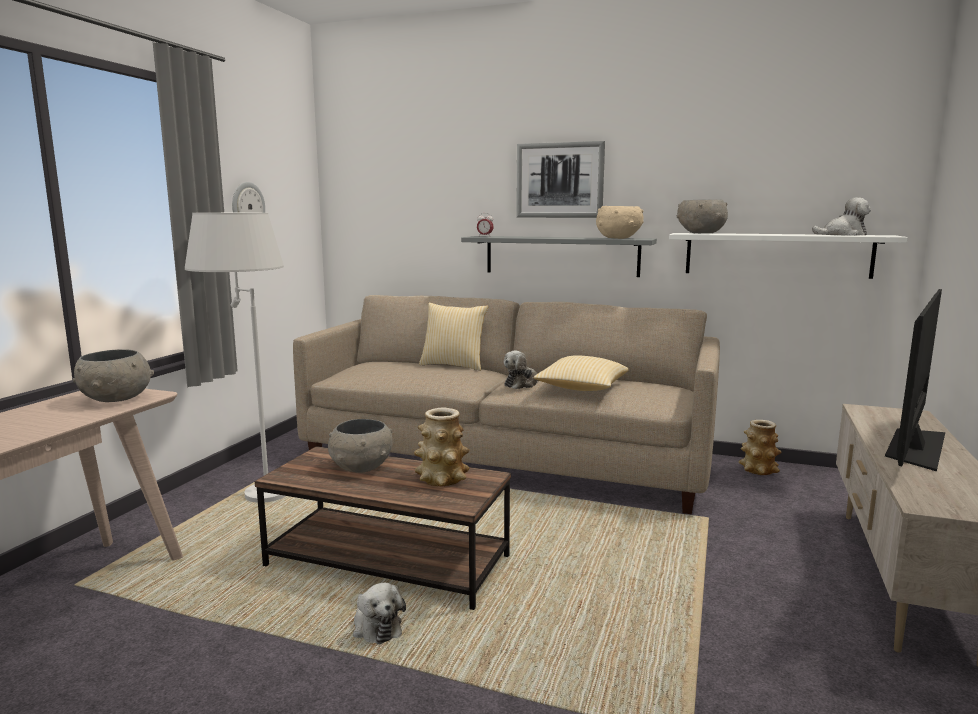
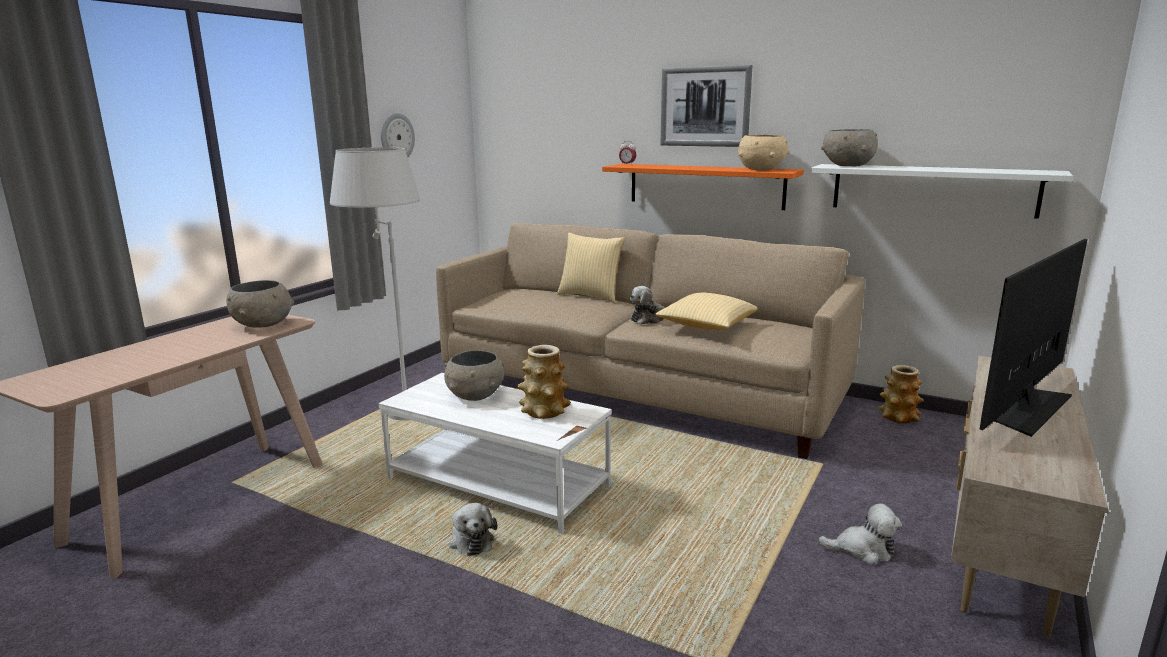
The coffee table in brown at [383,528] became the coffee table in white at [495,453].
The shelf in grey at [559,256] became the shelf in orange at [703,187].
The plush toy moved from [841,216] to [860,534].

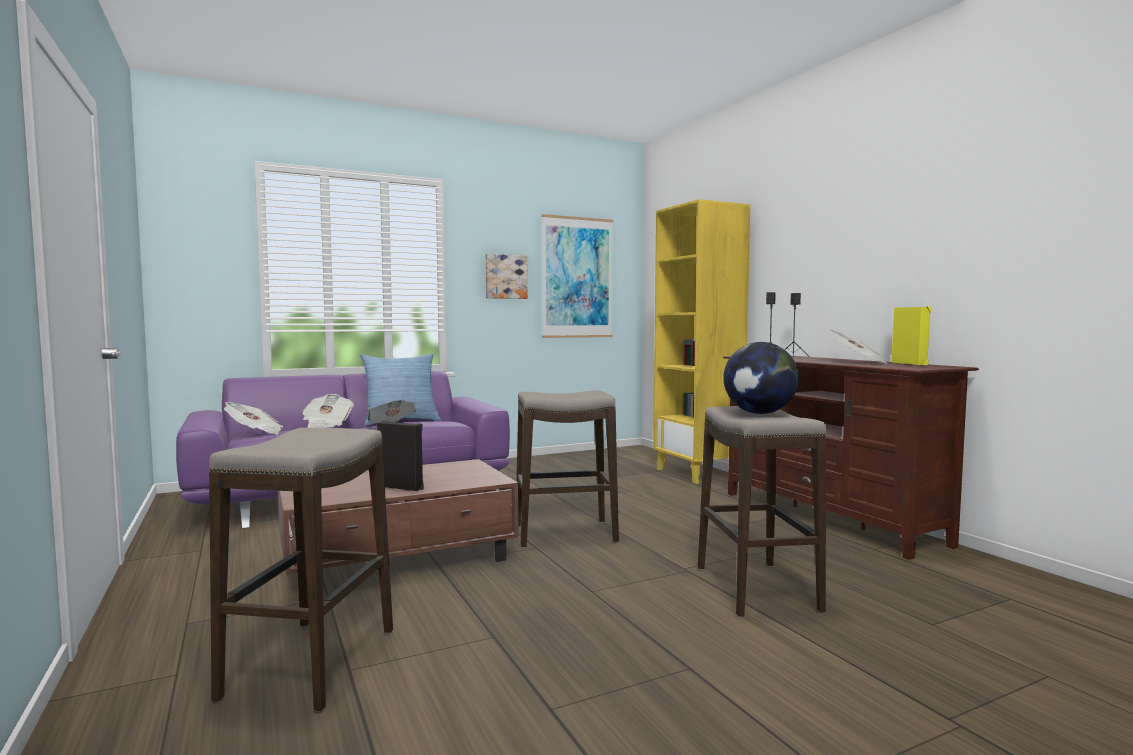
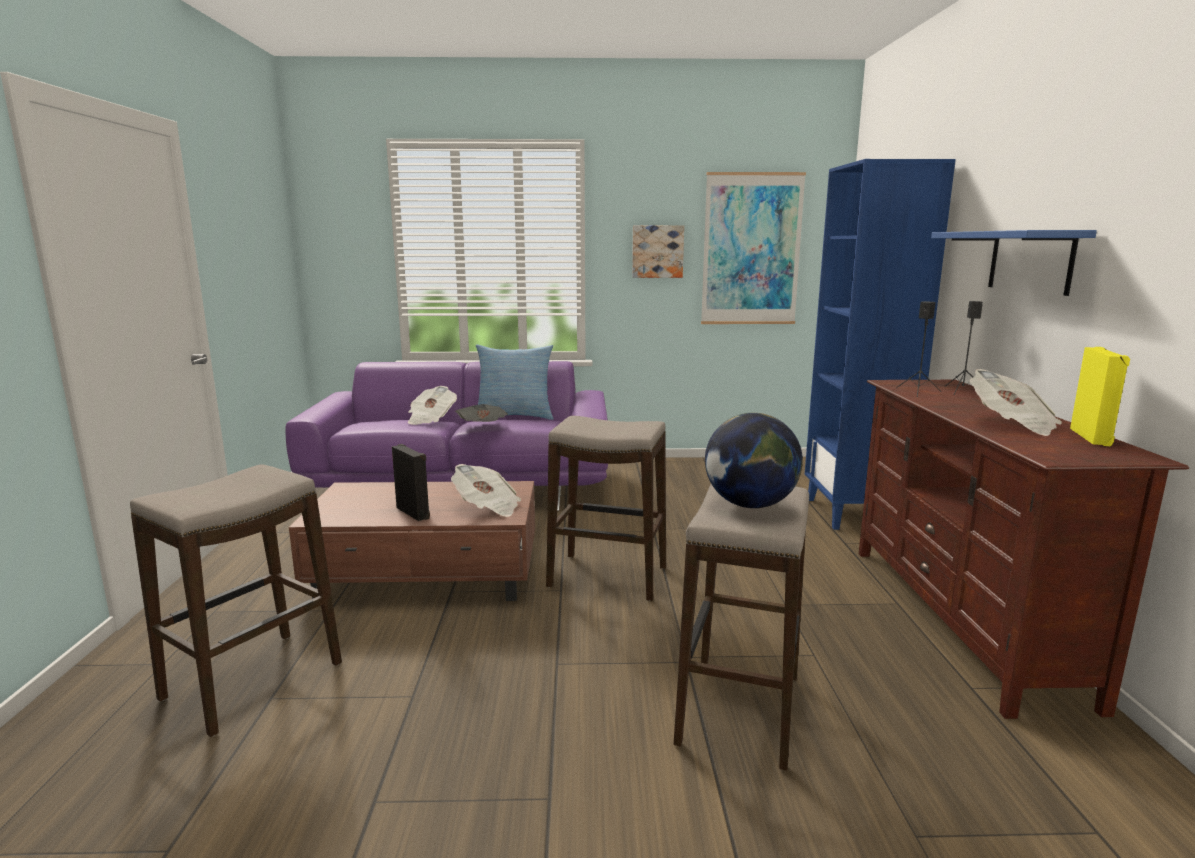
The newspaper moved from [253,418] to [486,490].
The bookcase in yellow at [701,341] became the bookcase in blue at [880,344].
The shelf in blue at [1014,263] appeared.

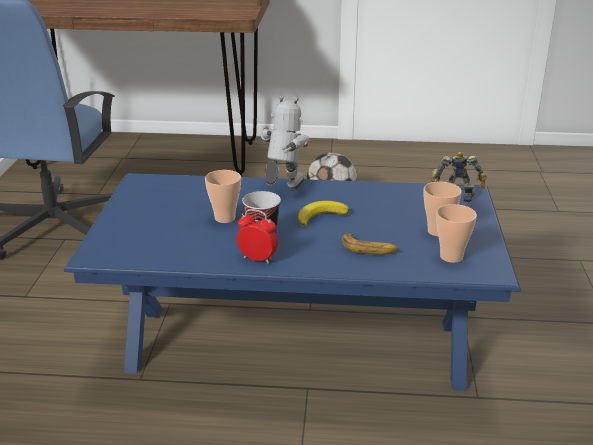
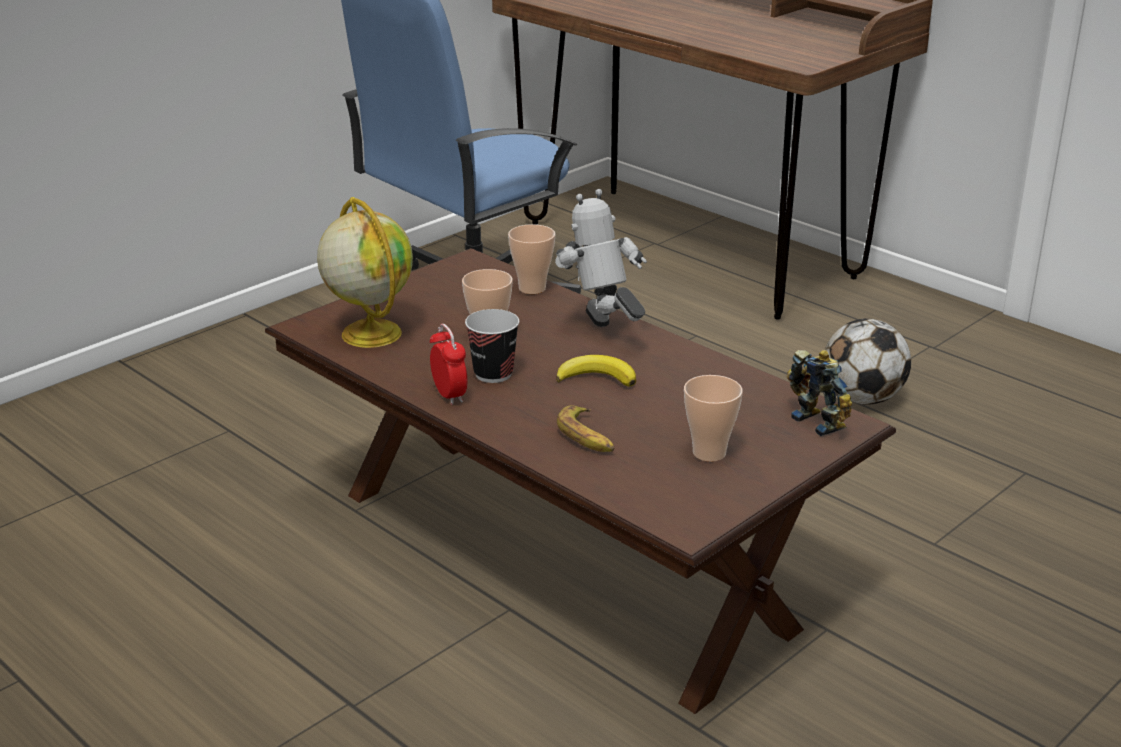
The coffee table in blue at [292,282] became the coffee table in brown at [580,481].
The globe at [365,272] appeared.
The cup moved from [456,233] to [532,259].
The toy robot at [285,142] turned 90 degrees counterclockwise.

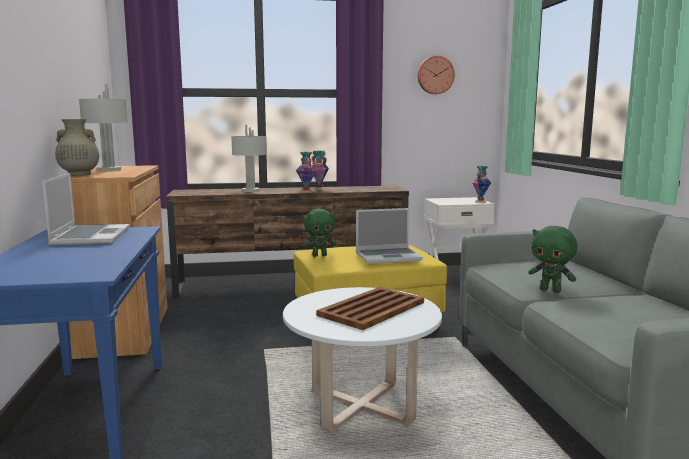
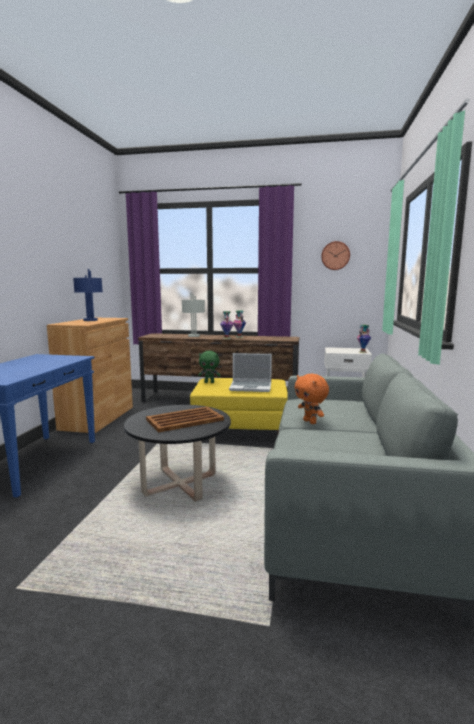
The table lamp in grey at [104,127] became the table lamp in blue at [88,295].
The coffee table in white at [362,360] became the coffee table in black at [177,453].
The plush toy in green at [552,259] became the plush toy in orange at [311,399].
The laptop at [86,209] disappeared.
The vase in beige at [77,147] disappeared.

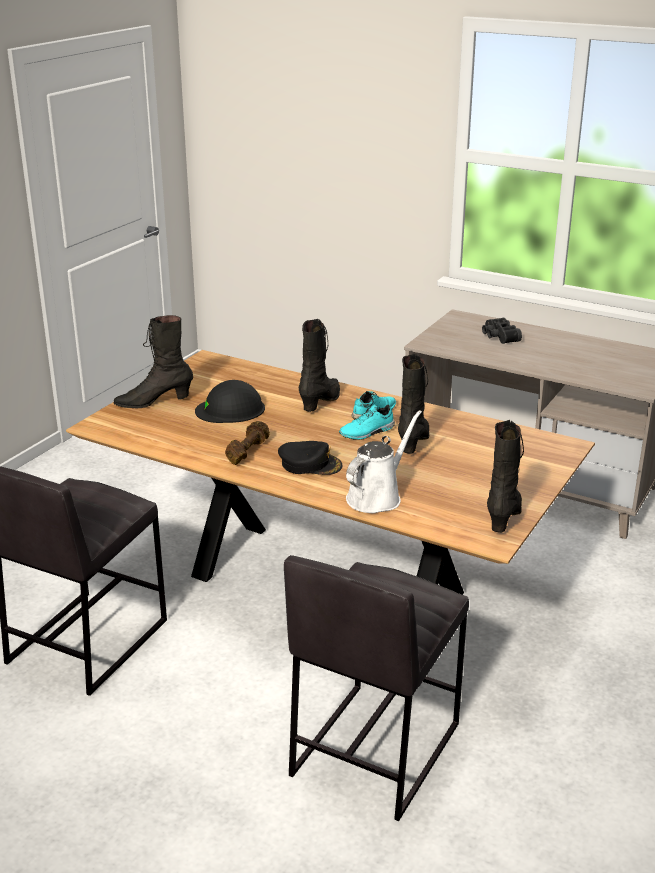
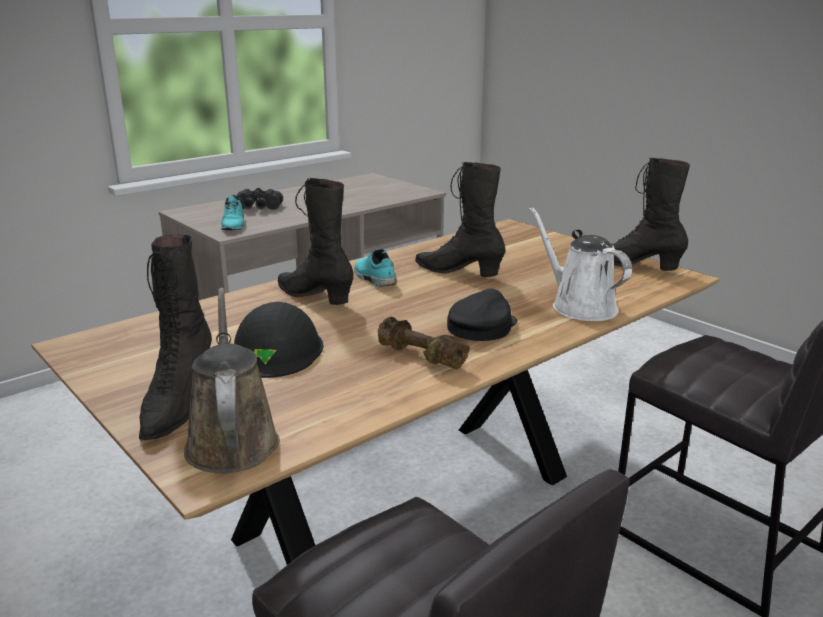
The watering can in brown at [232,380] appeared.
The shoe in turquoise moved from [367,422] to [232,212].

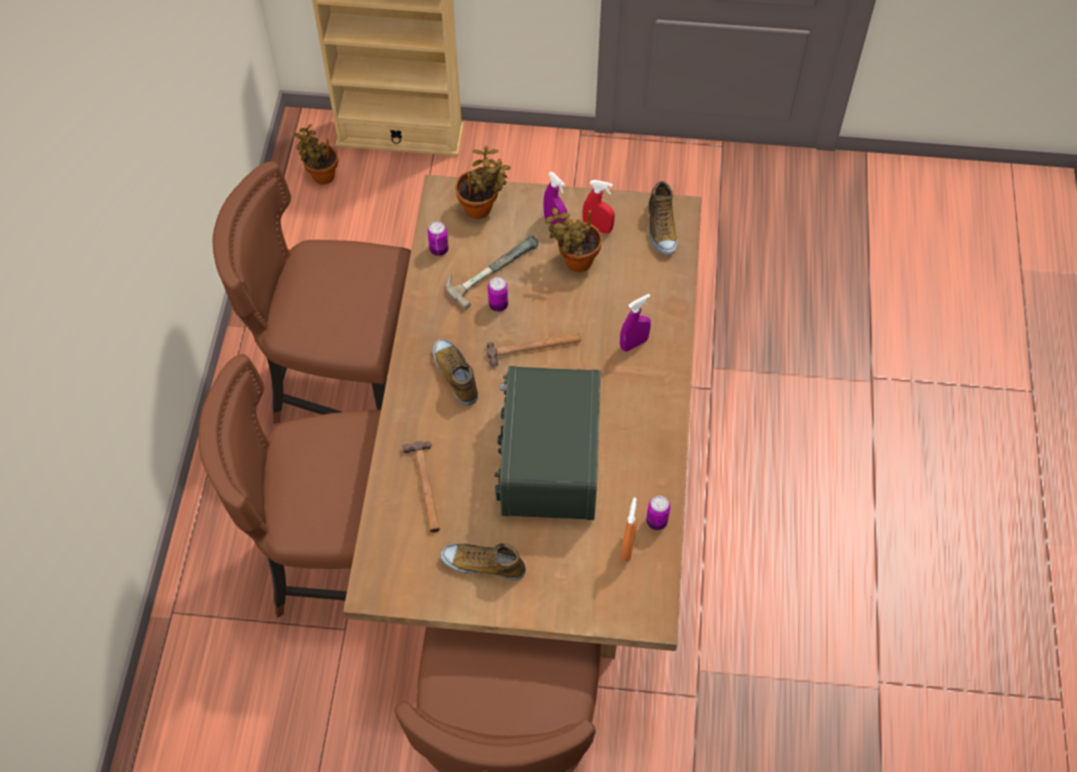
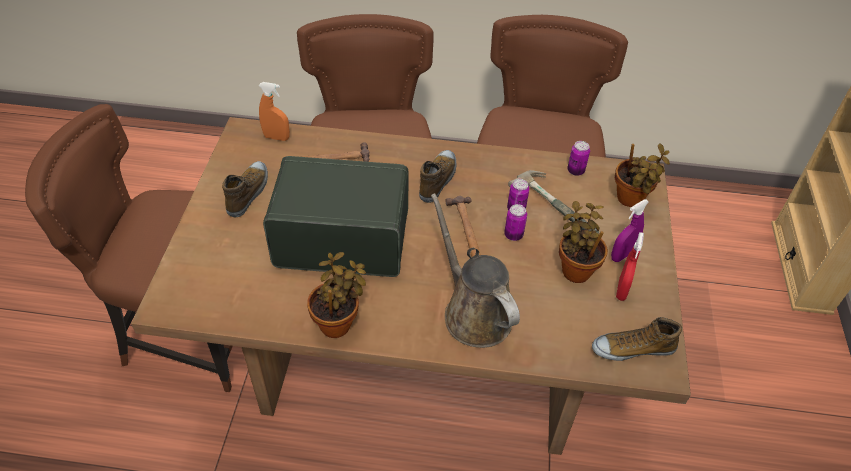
The spray bottle in orange moved from [629,529] to [274,111].
The potted plant moved from [316,154] to [336,295].
The shoe at [455,372] turned 45 degrees counterclockwise.
The spray bottle in purple at [635,323] was replaced by the watering can in brown at [475,270].
The can moved from [658,513] to [515,222].

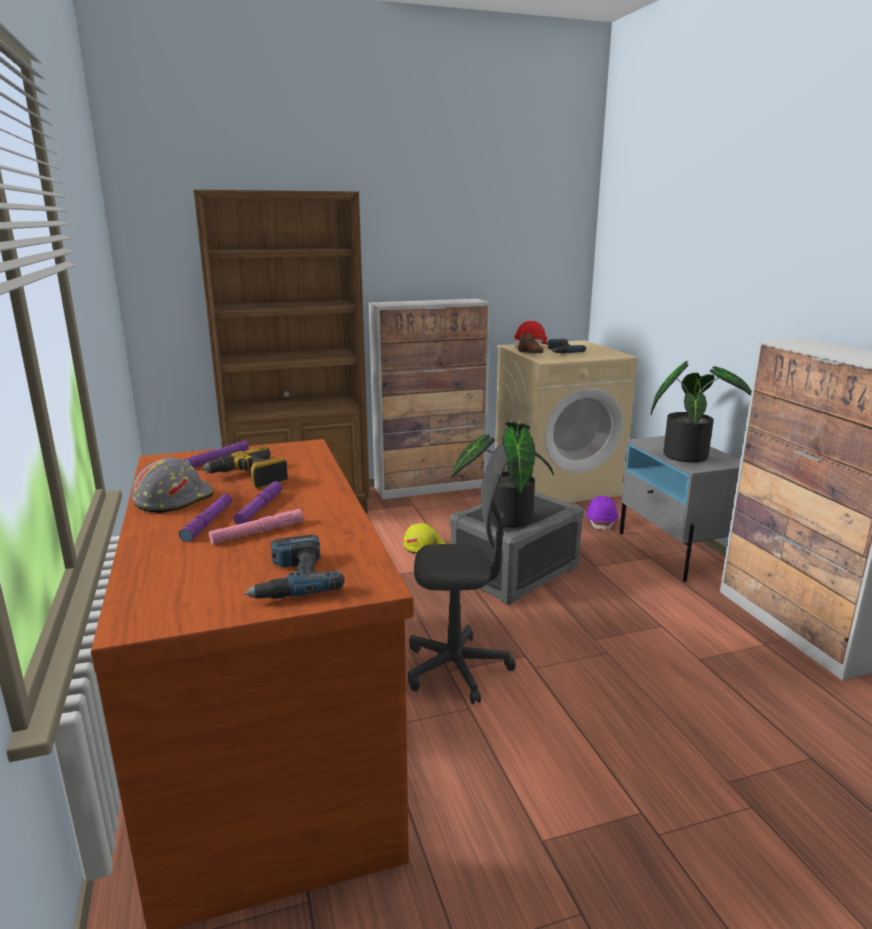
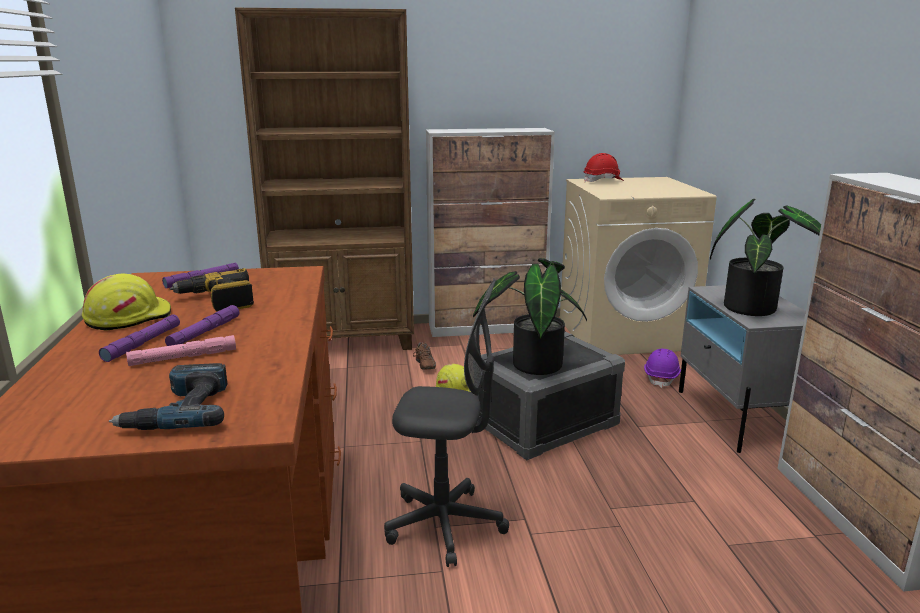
The hard hat in grey at [173,485] became the hard hat in yellow at [126,302].
The shoe in brown moved from [531,343] to [424,356].
The power drill at [567,346] disappeared.

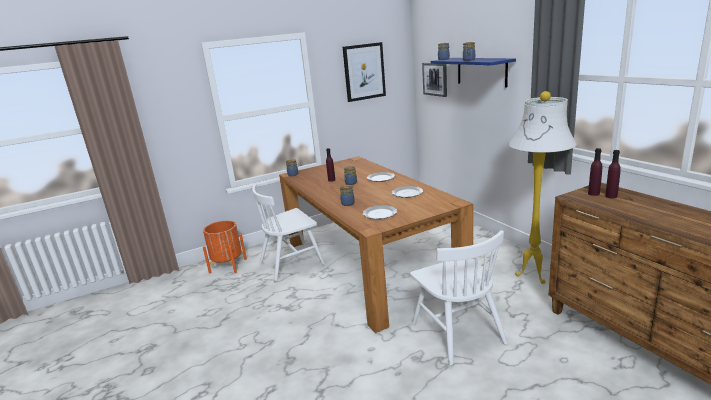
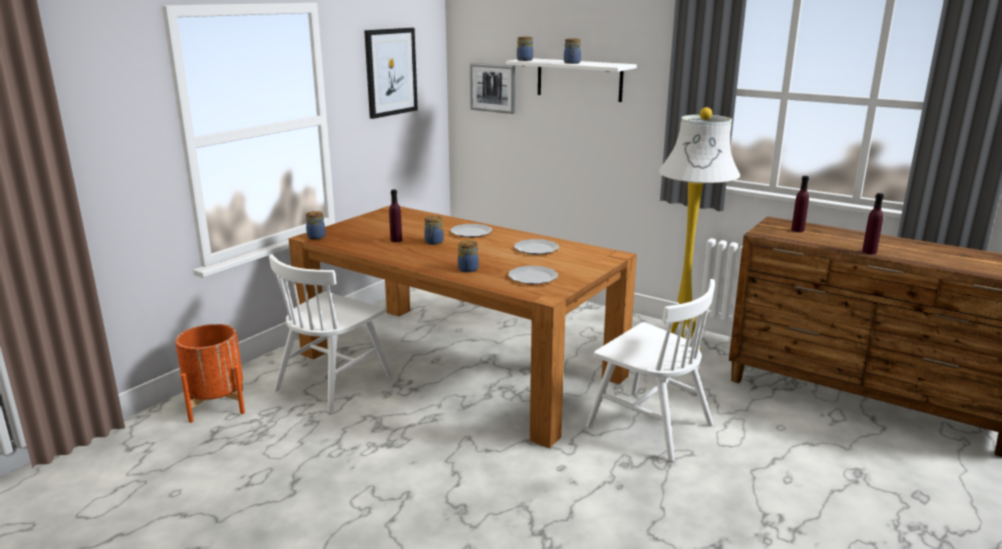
The shelf in blue at [473,73] became the shelf in white at [571,80].
The bottle in purple moved from [595,172] to [873,223].

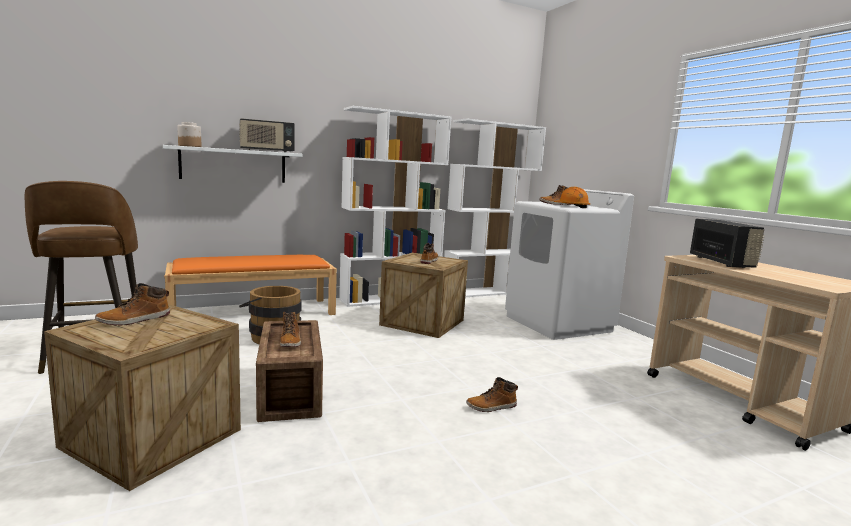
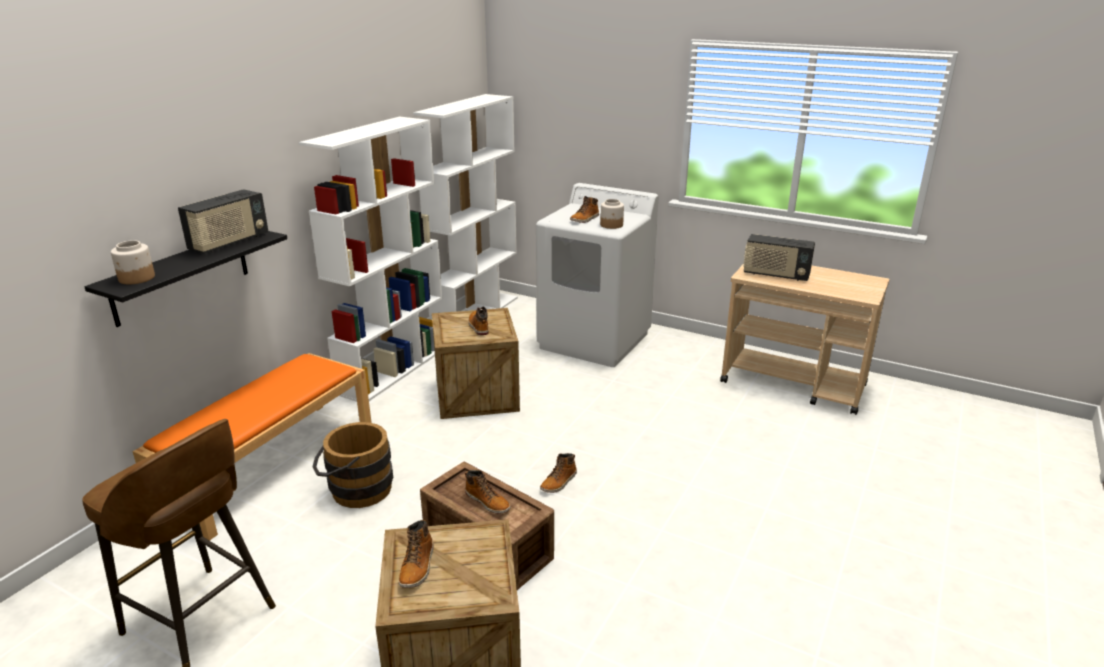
The shelf in white at [233,164] became the shelf in black at [185,279].
The boot moved from [492,394] to [558,473].
The hard hat in orange at [572,197] was replaced by the jar at [612,214].
The radio at [727,243] turned 150 degrees clockwise.

